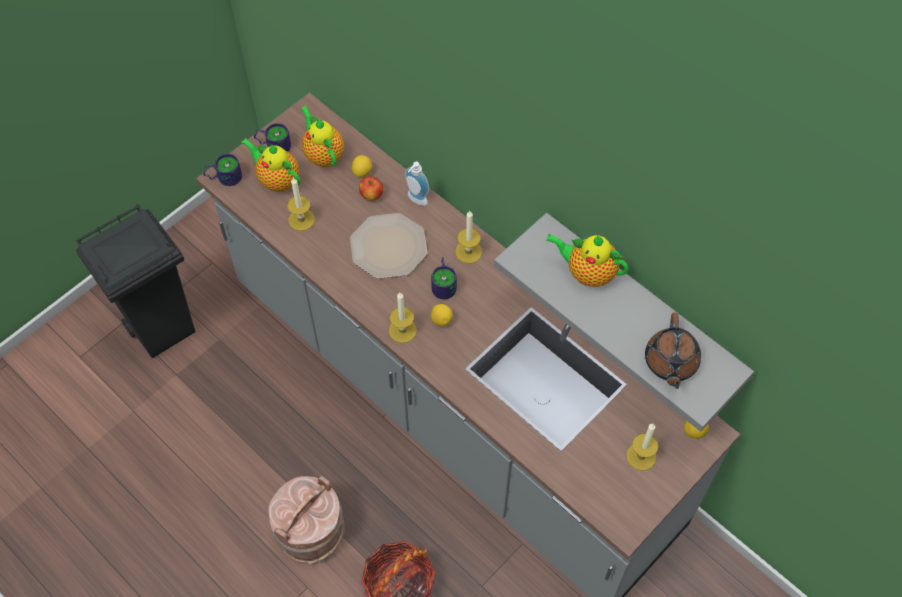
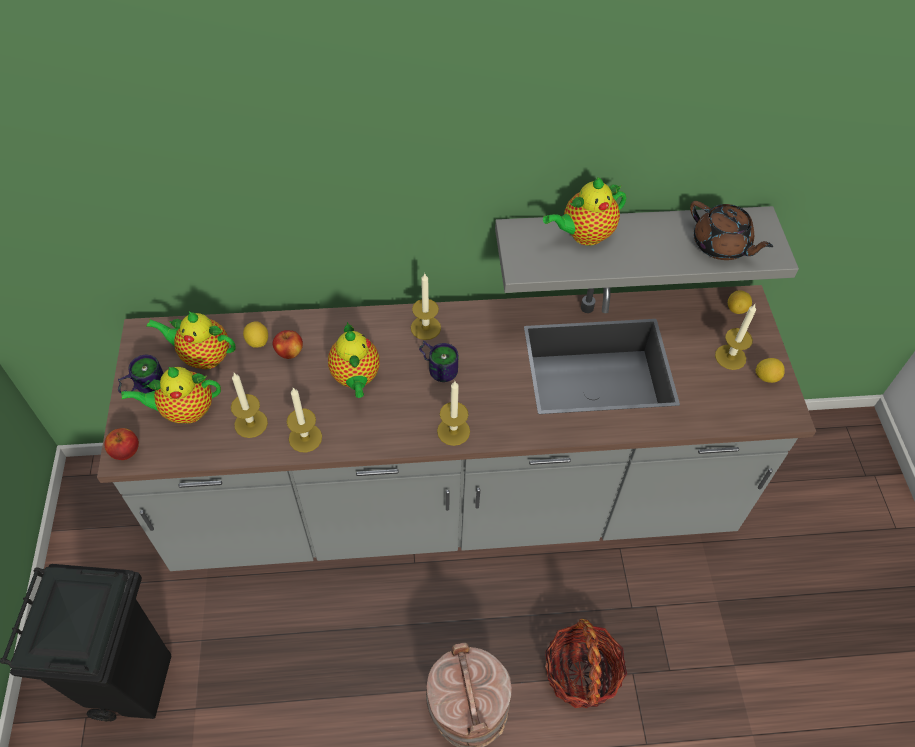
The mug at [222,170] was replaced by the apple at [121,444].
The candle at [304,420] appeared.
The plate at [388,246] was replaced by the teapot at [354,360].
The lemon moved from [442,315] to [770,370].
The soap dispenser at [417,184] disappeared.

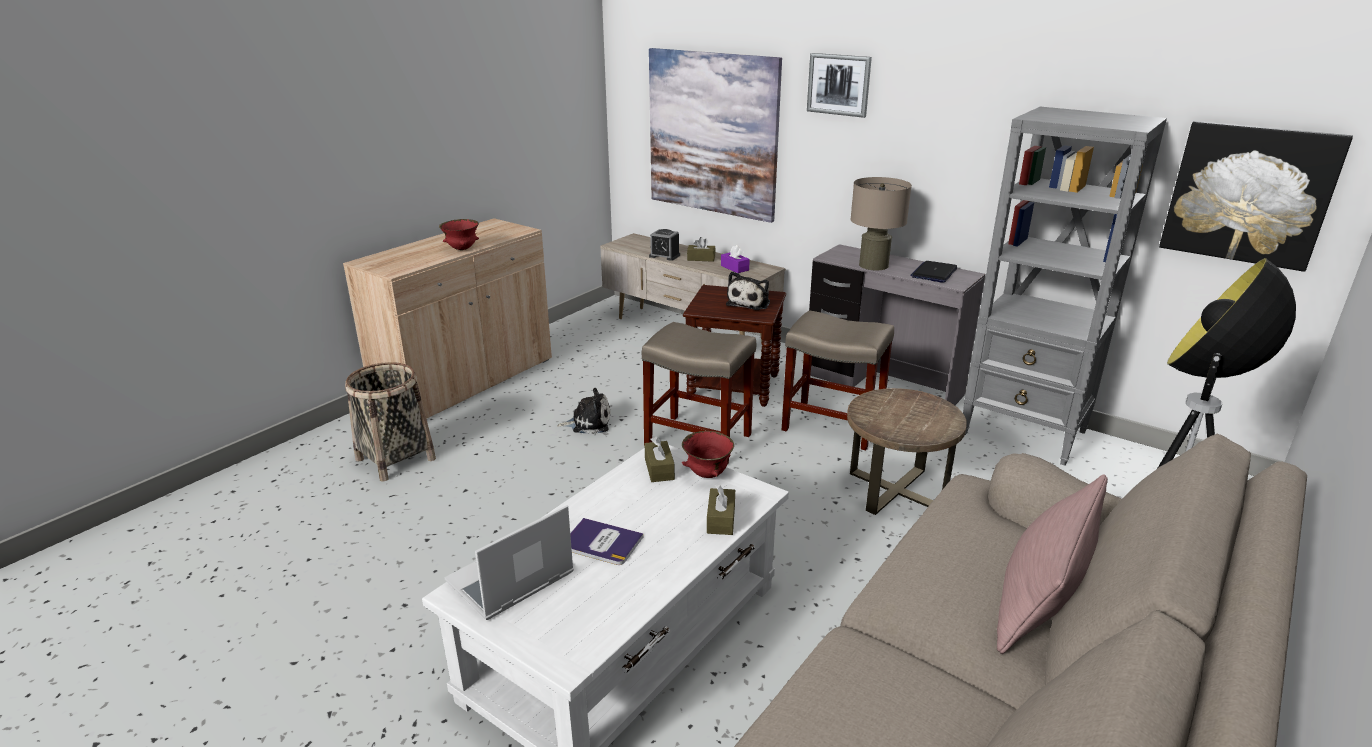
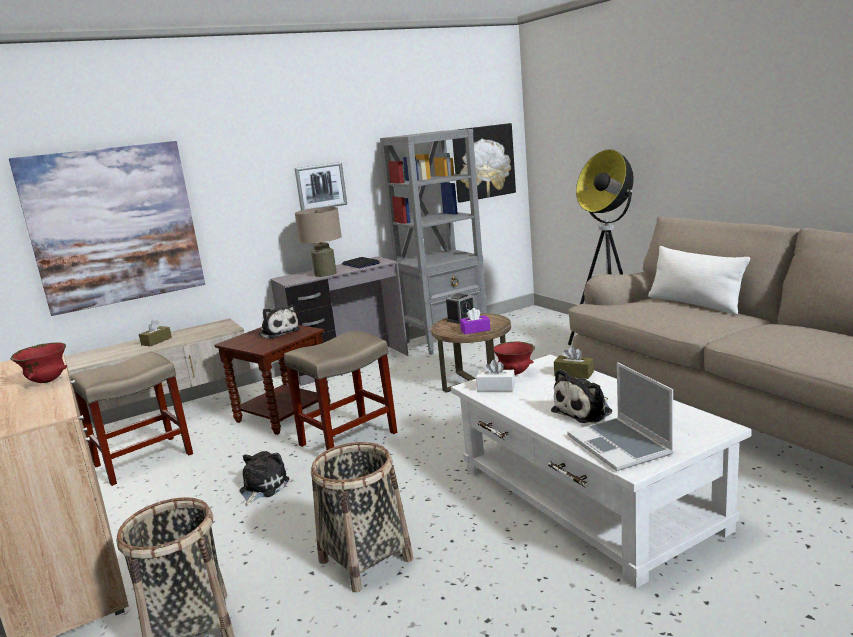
The stool in beige moved from [838,380] to [131,419].
The picture moved from [839,85] to [320,186].
The basket at [362,517] appeared.
The alarm clock moved from [664,245] to [460,308].
The tissue box in purple moved from [735,259] to [475,321].
The tissue box in brown at [659,459] became the tissue box in white at [495,376].
The book at [607,541] was replaced by the plush toy at [581,396].
The pillow in pink at [1052,564] became the pillow in white at [699,280].

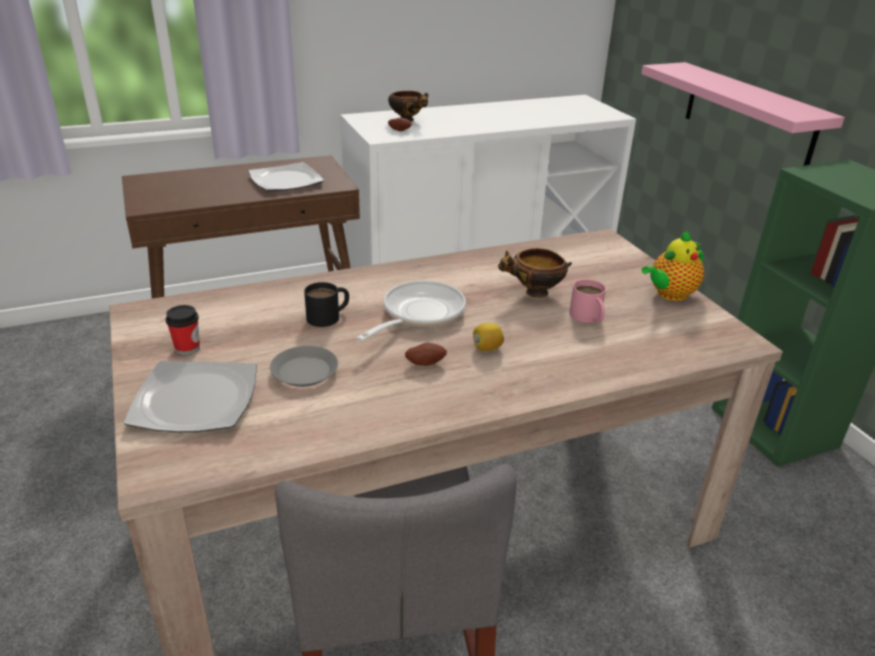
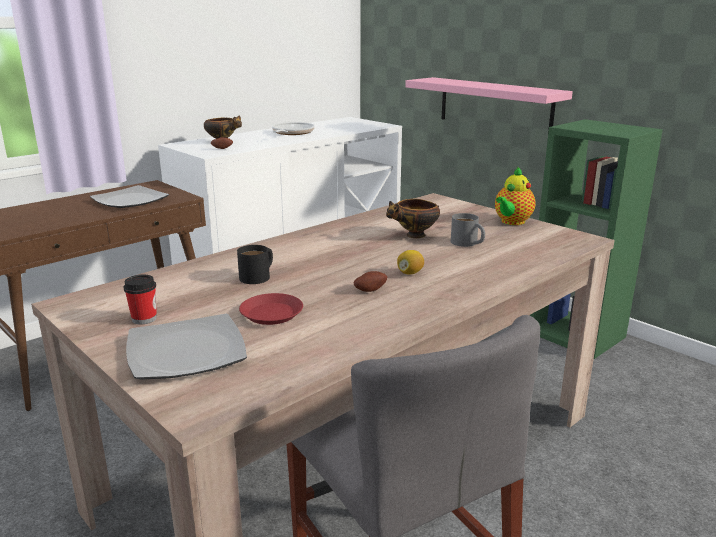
The plate in grey at [304,366] became the plate in red at [271,309].
The frying pan moved from [411,310] to [293,128].
The mug in pink at [587,301] became the mug in grey at [468,230].

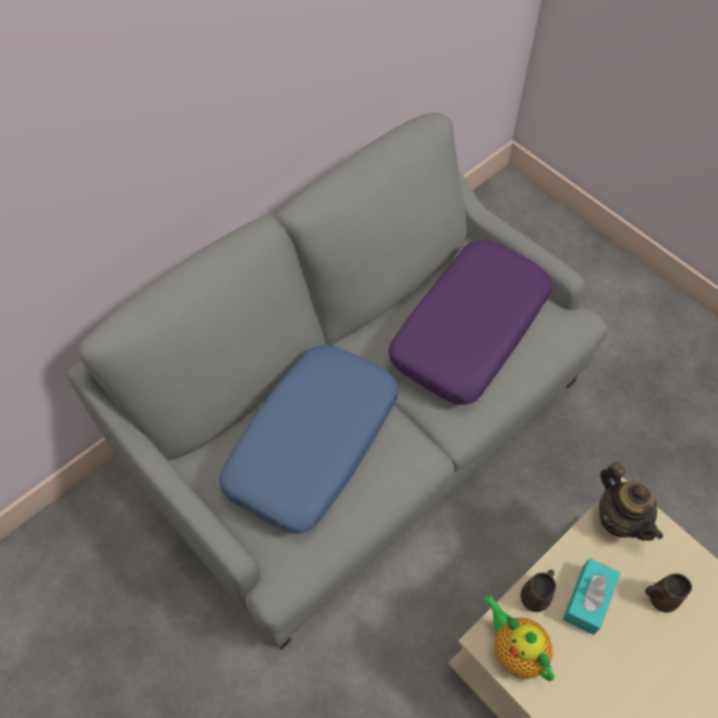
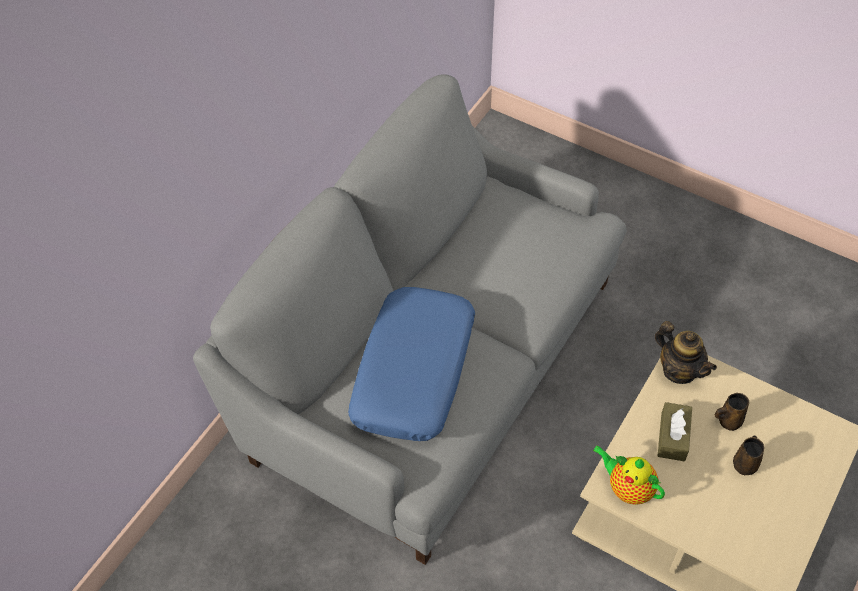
The tissue box in turquoise at [592,596] became the tissue box in brown at [675,432].
The mug in brown moved from [538,591] to [748,455].
The pillow in purple at [470,322] disappeared.

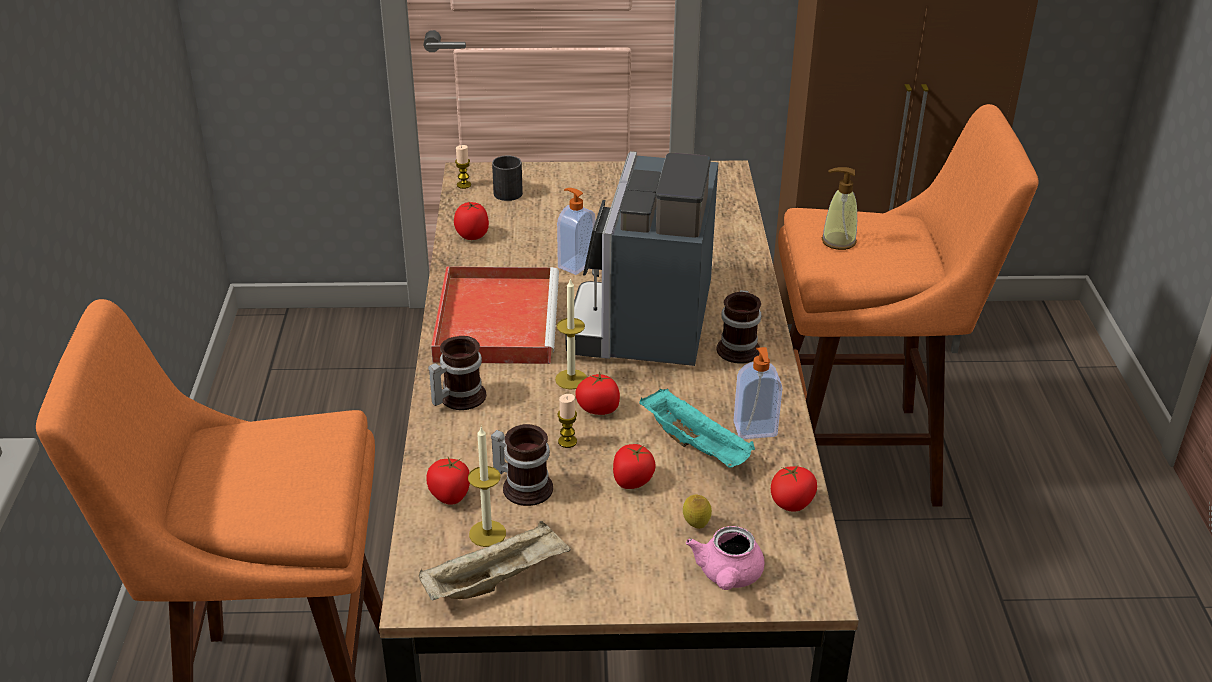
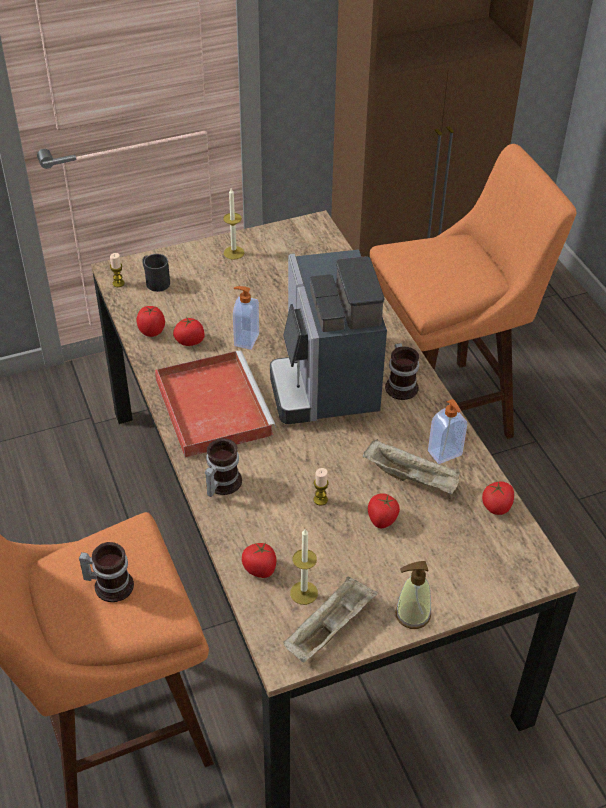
The mug moved from [522,465] to [106,572].
The tomato moved from [597,393] to [189,331].
The candle moved from [571,334] to [233,224].
The tray in turquoise at [697,428] became the tray in beige at [411,466].
The soap dispenser moved from [839,208] to [413,595].
The lemon at [697,511] disappeared.
The teapot in pink at [725,558] disappeared.

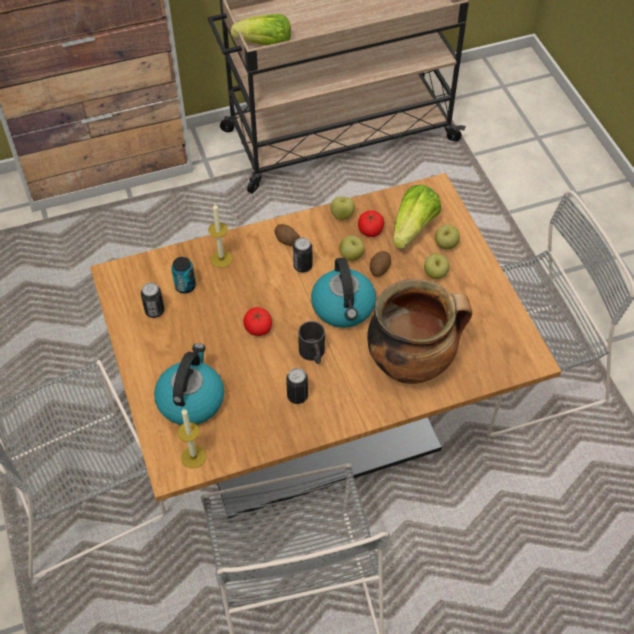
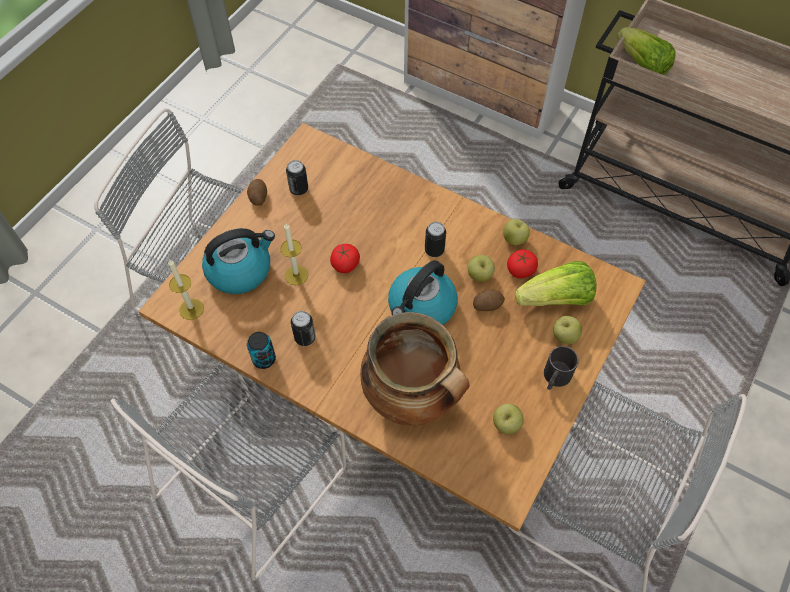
The potato moved from [287,235] to [257,192].
The can moved from [183,275] to [261,350].
The candle moved from [220,236] to [294,254].
The apple moved from [437,266] to [508,419].
The mug in black moved from [311,342] to [561,368].

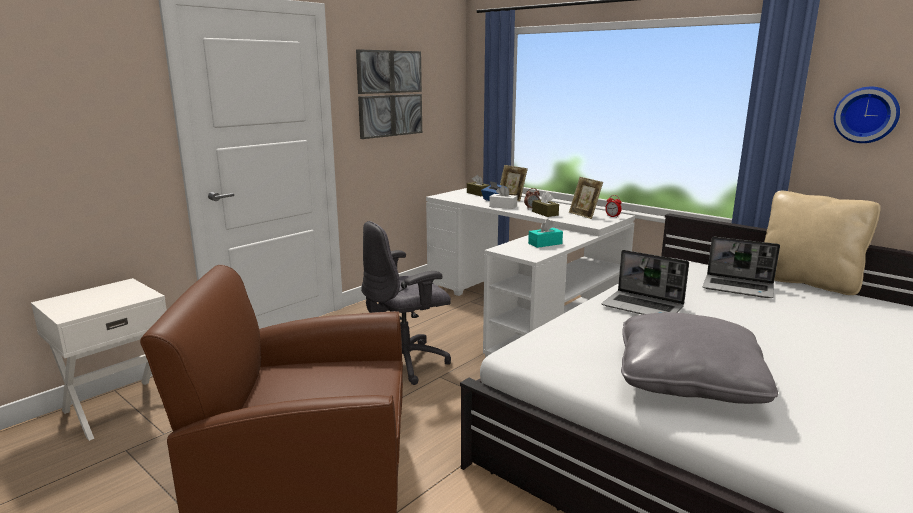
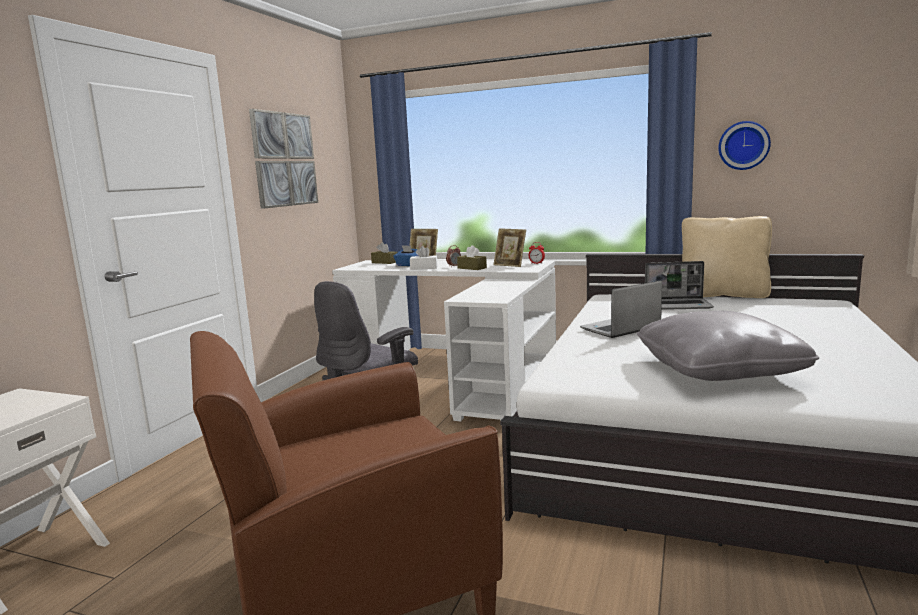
The laptop at [645,282] turned 135 degrees clockwise.
The tissue box in turquoise at [545,233] disappeared.

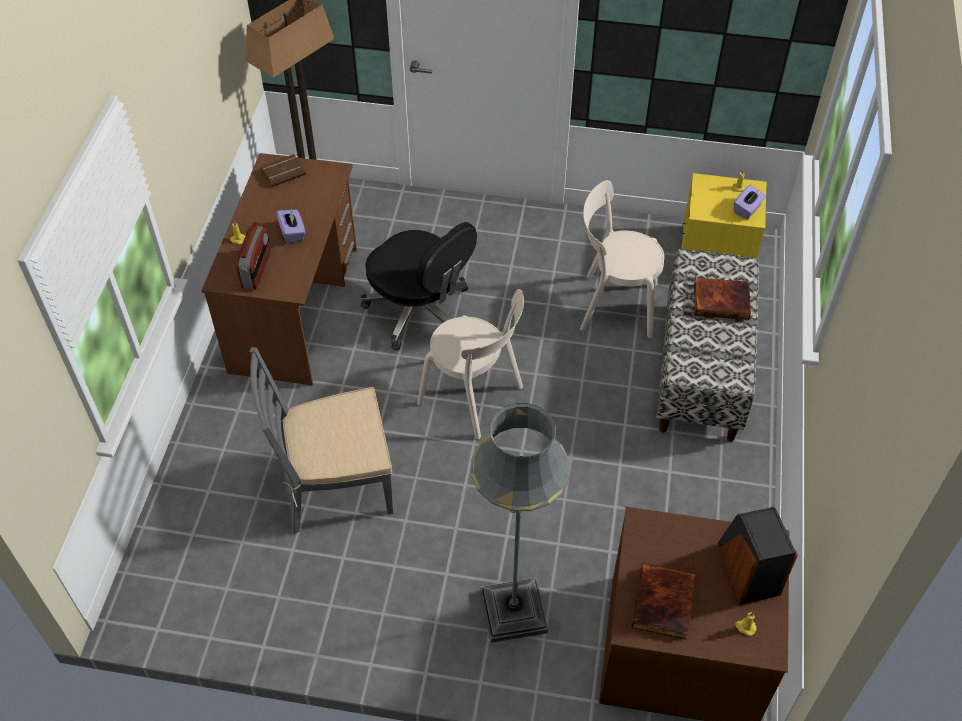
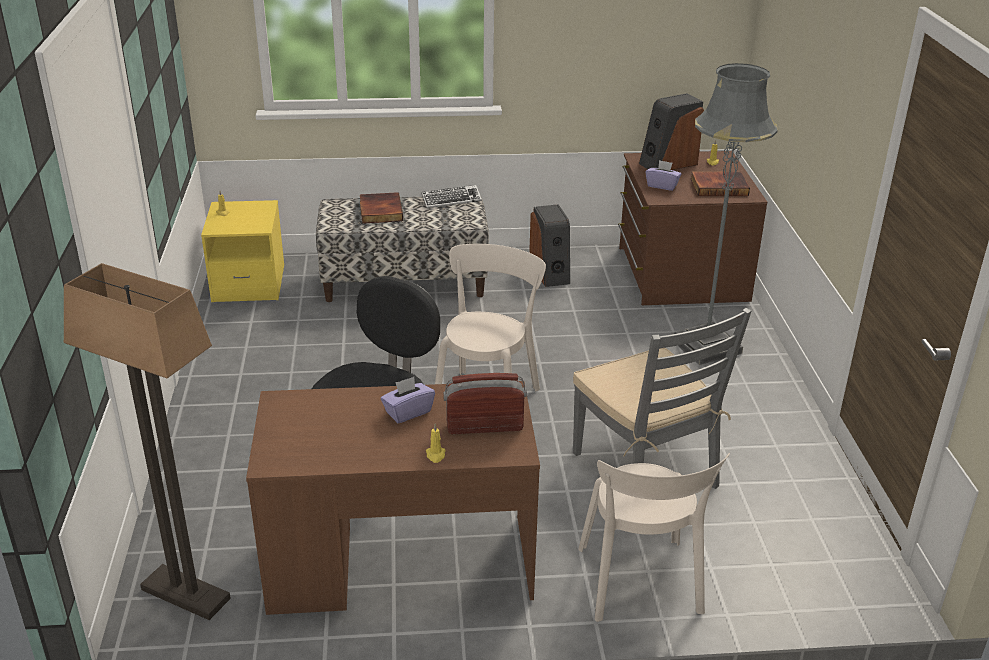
The keyboard at [451,196] appeared.
The speaker at [549,245] appeared.
The chair in beige moved from [622,259] to [654,537].
The tissue box in purple moved from [750,202] to [664,175].
The book in brown at [283,170] disappeared.

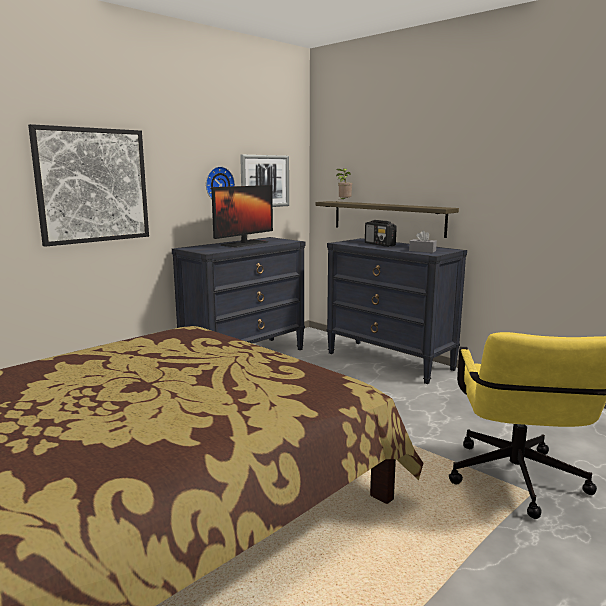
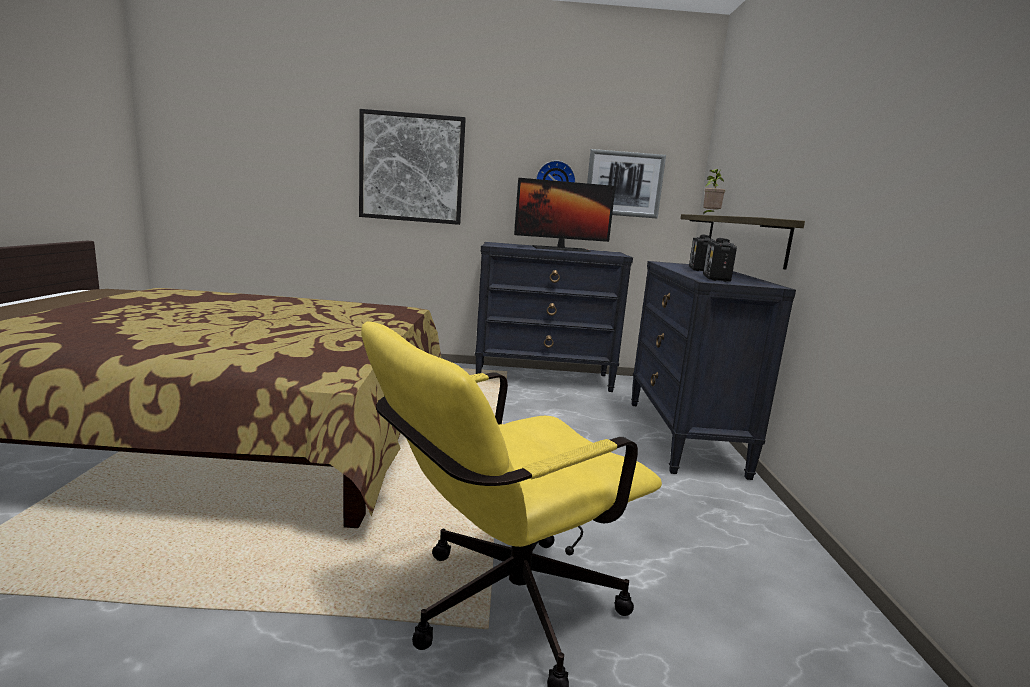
The tissue box in grey at [423,241] was replaced by the radio at [720,260].

